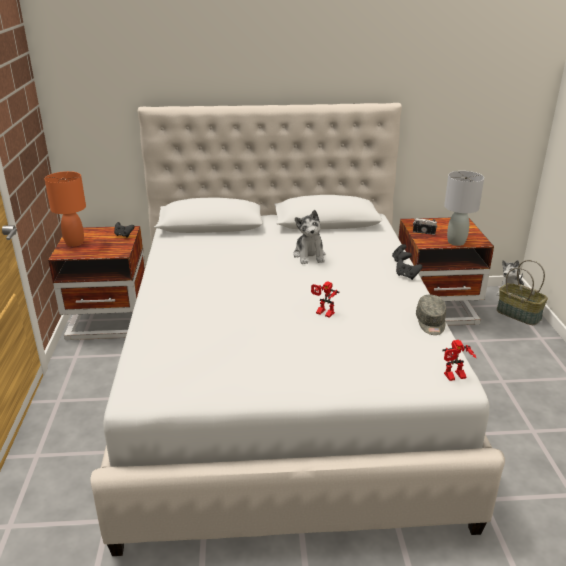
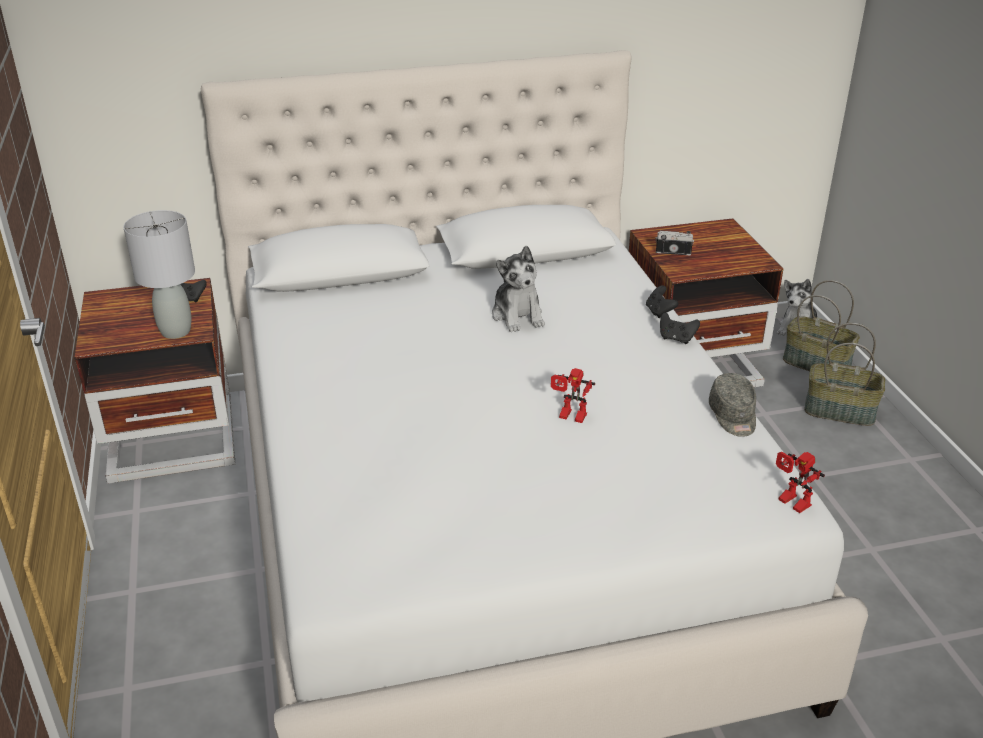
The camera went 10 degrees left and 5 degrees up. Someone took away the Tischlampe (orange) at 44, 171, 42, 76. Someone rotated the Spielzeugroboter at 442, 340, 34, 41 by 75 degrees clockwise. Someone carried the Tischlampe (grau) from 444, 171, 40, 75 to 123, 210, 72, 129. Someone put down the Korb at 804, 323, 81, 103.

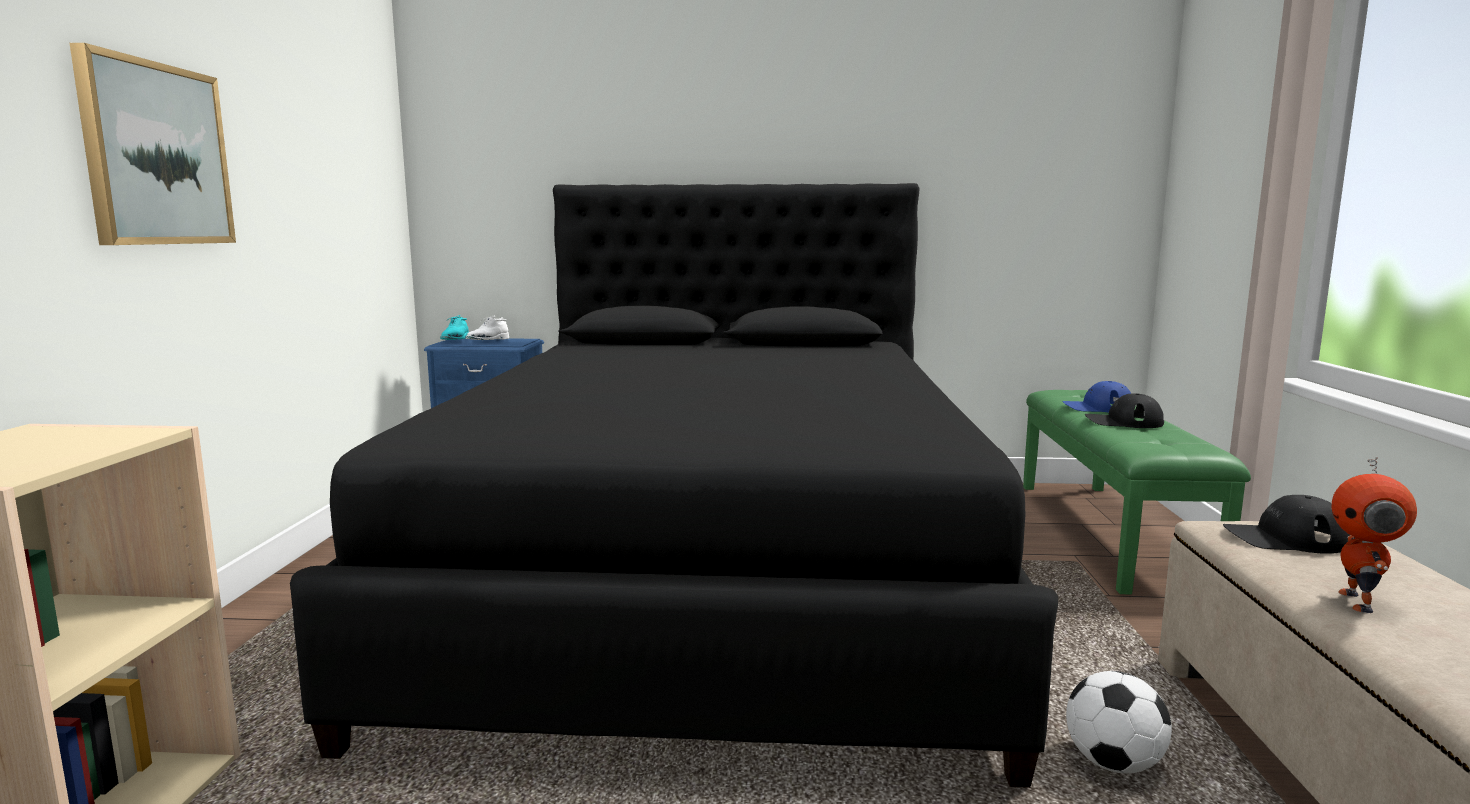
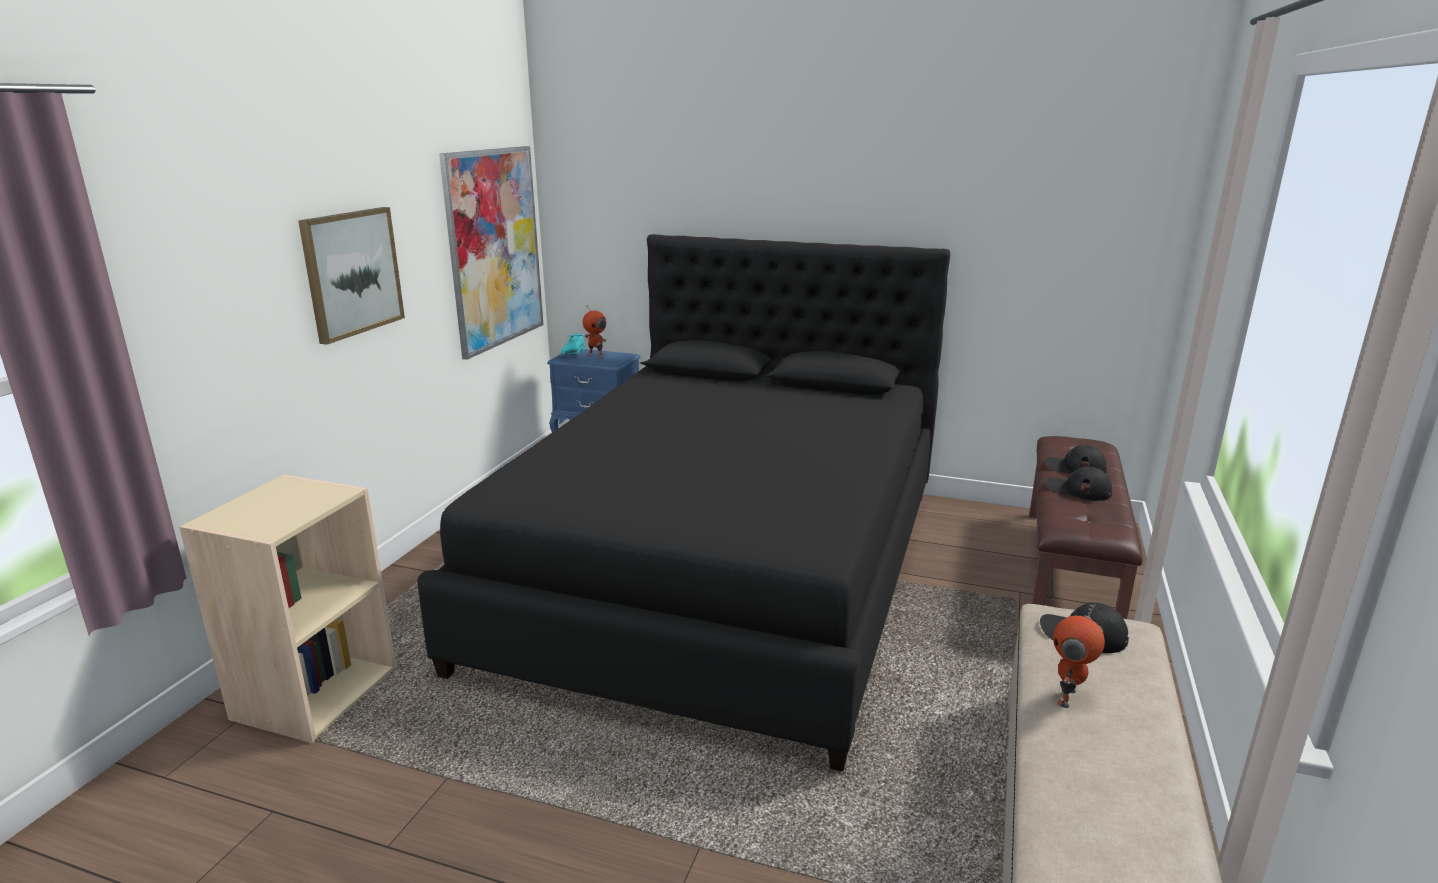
The camera went 15 degrees right and 10 degrees up. Someone swapped the Schuh (weiß) at 466, 315, 43, 25 for the Spielzeugroboter at 583, 305, 24, 53. Someone repainted the Bank (grün) at 1023, 390, 228, 205, which became the Bank (braun) at 1029, 436, 114, 183. Someone repainted the Kappe (blau) at 1062, 381, 69, 31, which became the Kappe (schwarz) at 1045, 445, 62, 28. Someone took away the Fußball at 1066, 671, 106, 103. Someone put up the Bild at 439, 146, 104, 214.

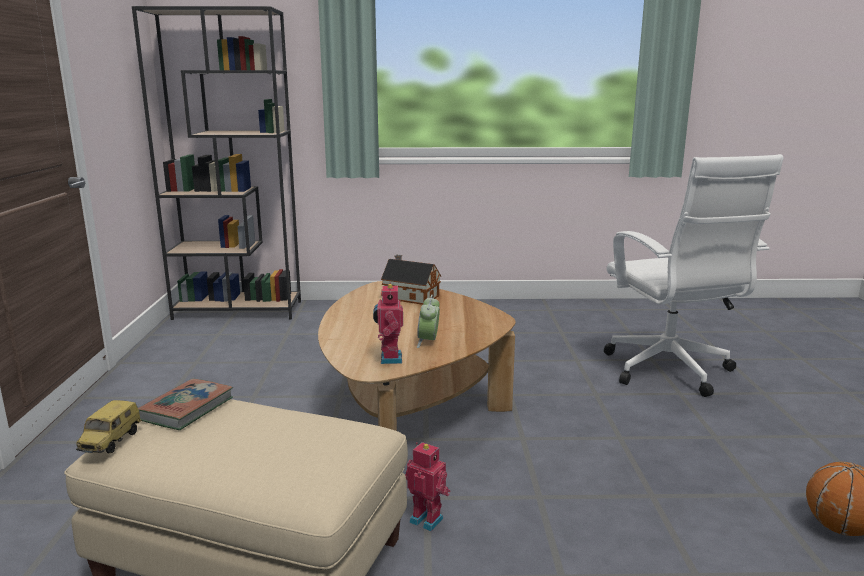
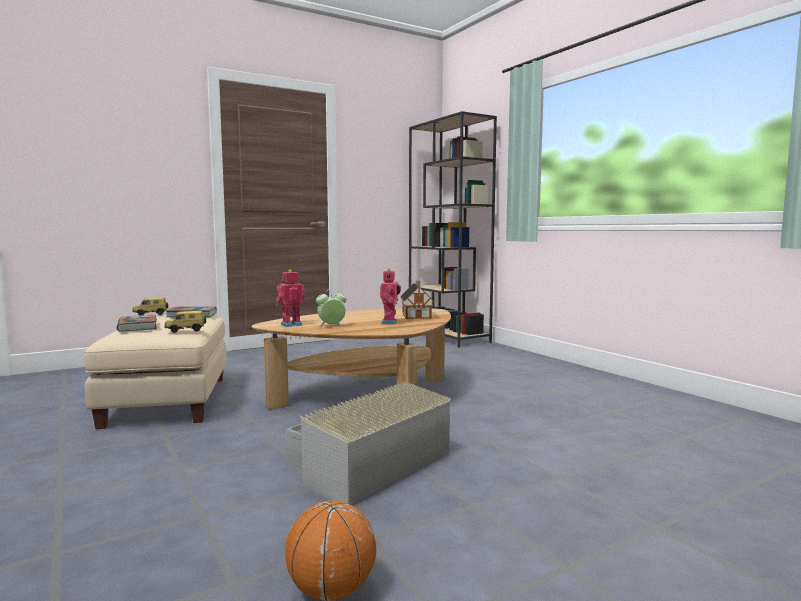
The camera went 60 degrees right and 10 degrees down. Someone carried the Spielzeugroboter from 405, 442, 45, 89 to 380, 268, 21, 56. Someone took away the Bürostuhl (weiß) at 604, 154, 180, 243. Someone put down the Buch at 117, 315, 40, 17. Someone put down the Spielzeugauto at 164, 311, 42, 22. Someone put down the Aufbewahrungsbox (grau) at 285, 381, 166, 124.

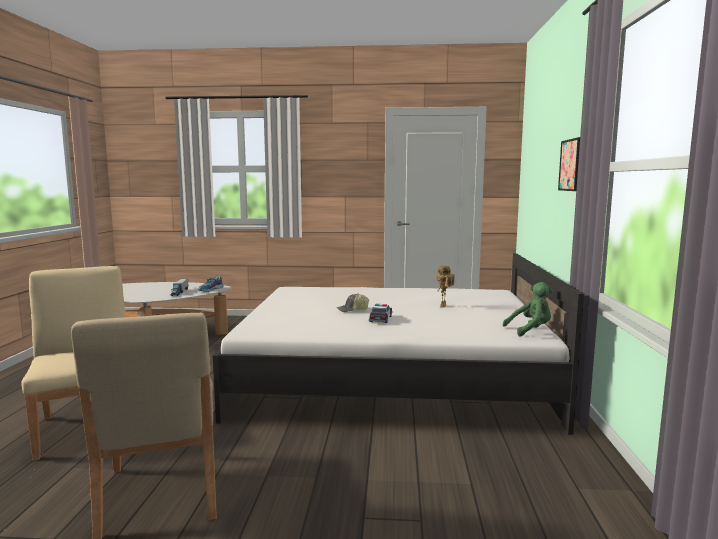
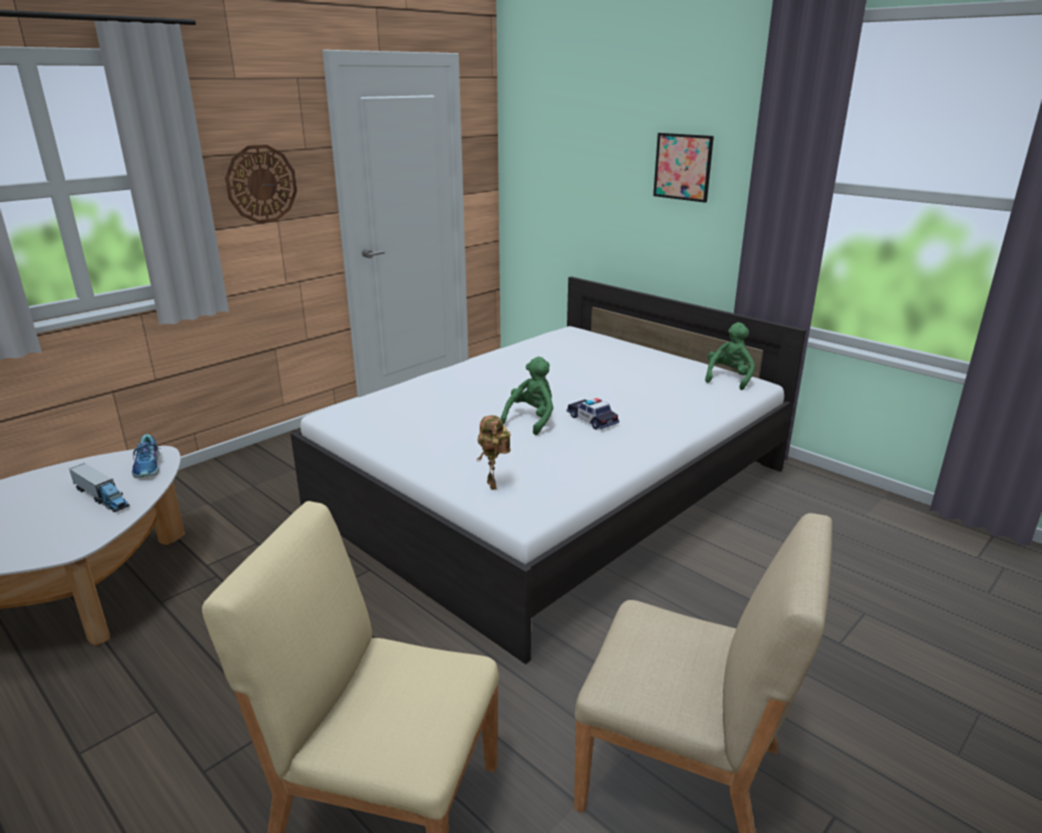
The camera went 50 degrees left and 15 degrees up. Someone swapped the Kappe at 337, 293, 32, 19 for the Plüschtier (grün) at 500, 357, 53, 78. Someone carried the Spielzeugroboter from 437, 266, 18, 42 to 477, 415, 34, 75. Someone put up the Wanduhr at 225, 145, 72, 79.

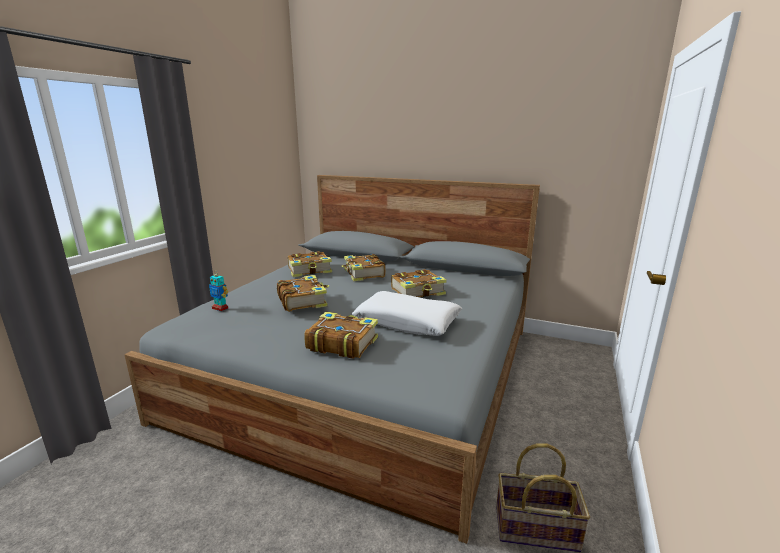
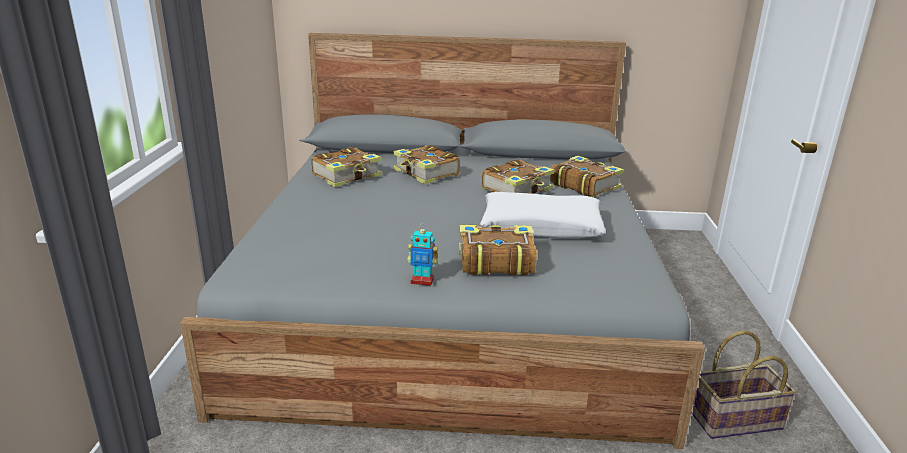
The camera went 20 degrees left and 5 degrees up. Someone carried the Spielzeugroboter from 209, 272, 19, 39 to 407, 224, 31, 62. Someone carried the Buch from 277, 275, 52, 37 to 550, 156, 74, 41.

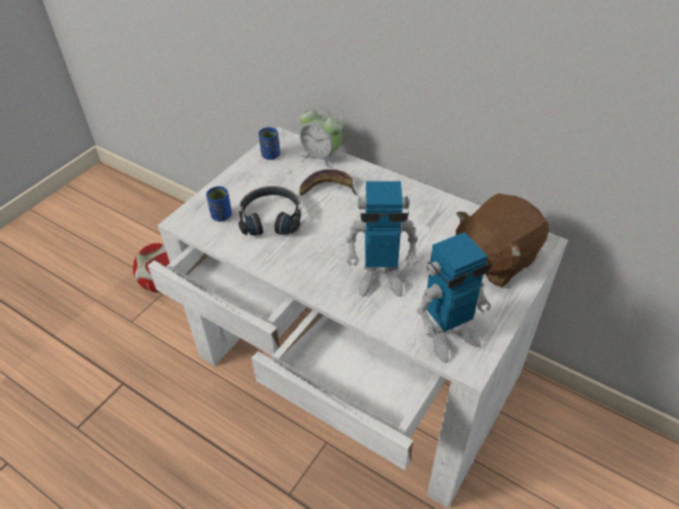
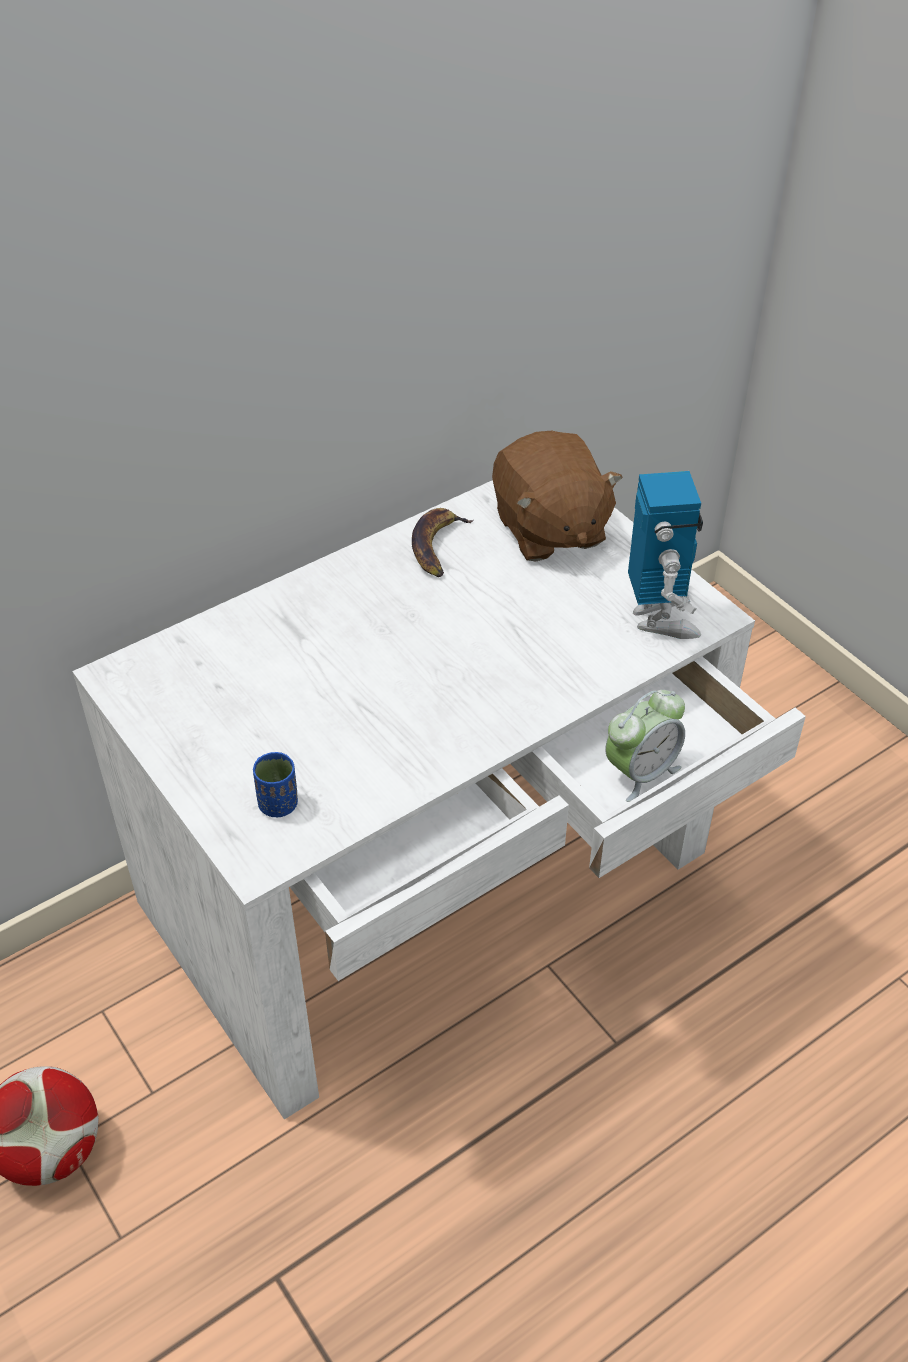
The camera went 70 degrees left and 0 degrees up. Someone took away the Kopfhörer (schwarz) at 238, 186, 63, 49. Someone took away the Tasse (blau) at 258, 127, 22, 33. Someone carried the Banane from 299, 169, 58, 27 to 412, 508, 62, 69. Someone carried the Wecker from 300, 106, 43, 62 to 605, 690, 80, 112. Someone took away the Spielzeugroboter at 346, 181, 72, 116.

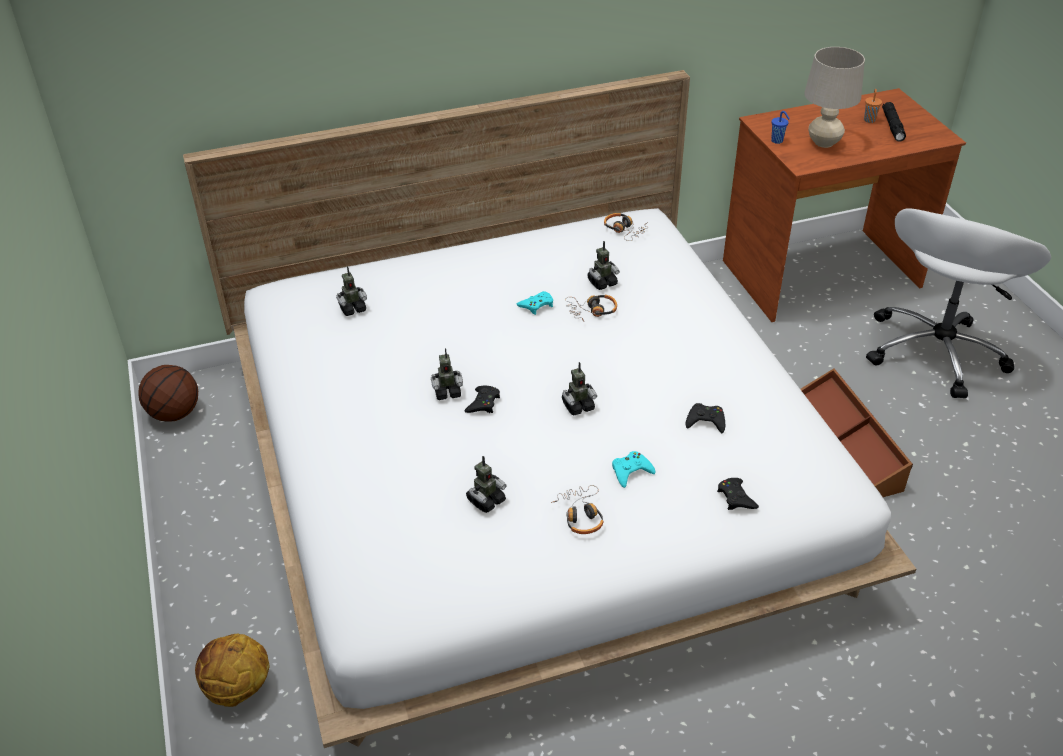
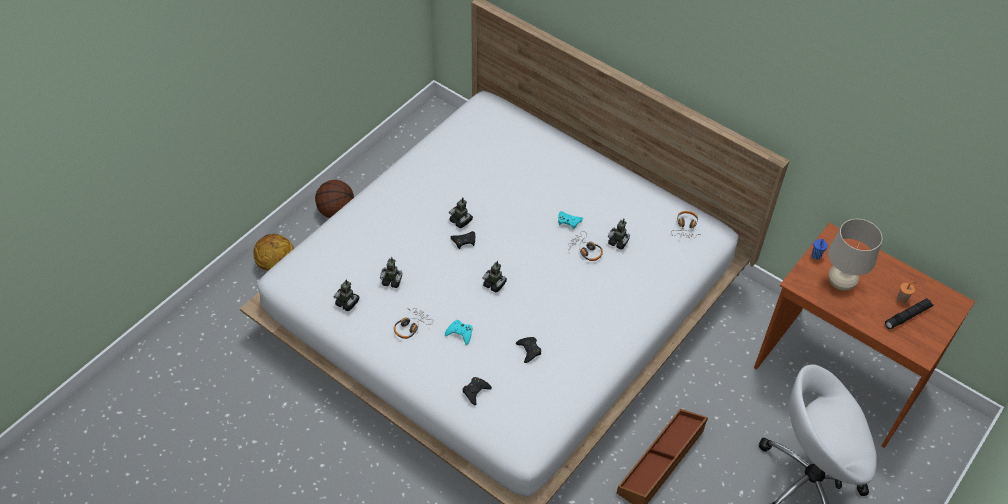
The camera went 55 degrees right and 10 degrees up. Someone carried the Basketball from 139, 365, 59, 57 to 315, 180, 39, 38. Someone carried the Spielzeugroboter from 336, 266, 31, 50 to 333, 279, 26, 32.

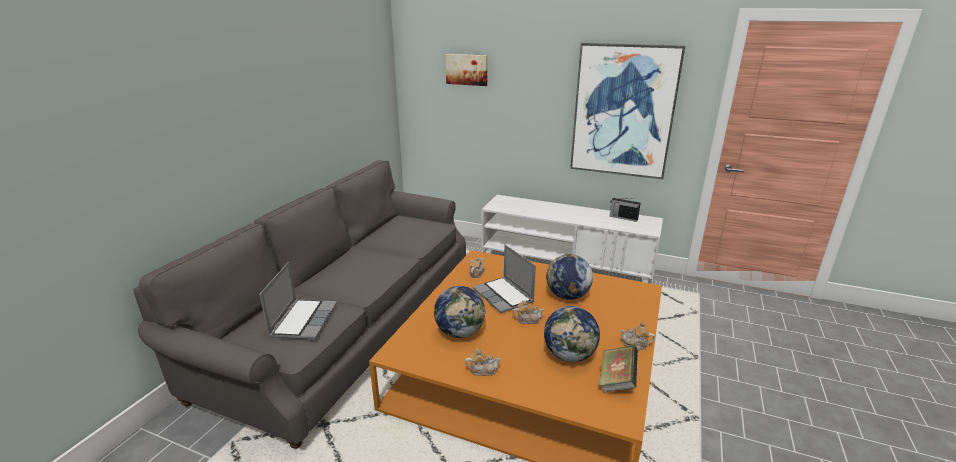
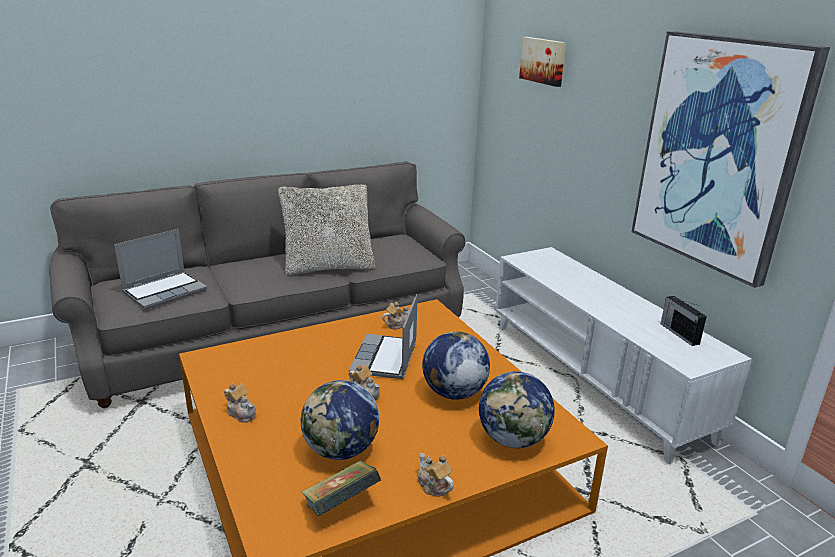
The camera went 40 degrees right and 0 degrees up. Someone carried the Globus from 434, 286, 51, 52 to 479, 371, 76, 77. Someone put down the Kissen (beige) at 278, 184, 97, 92.

